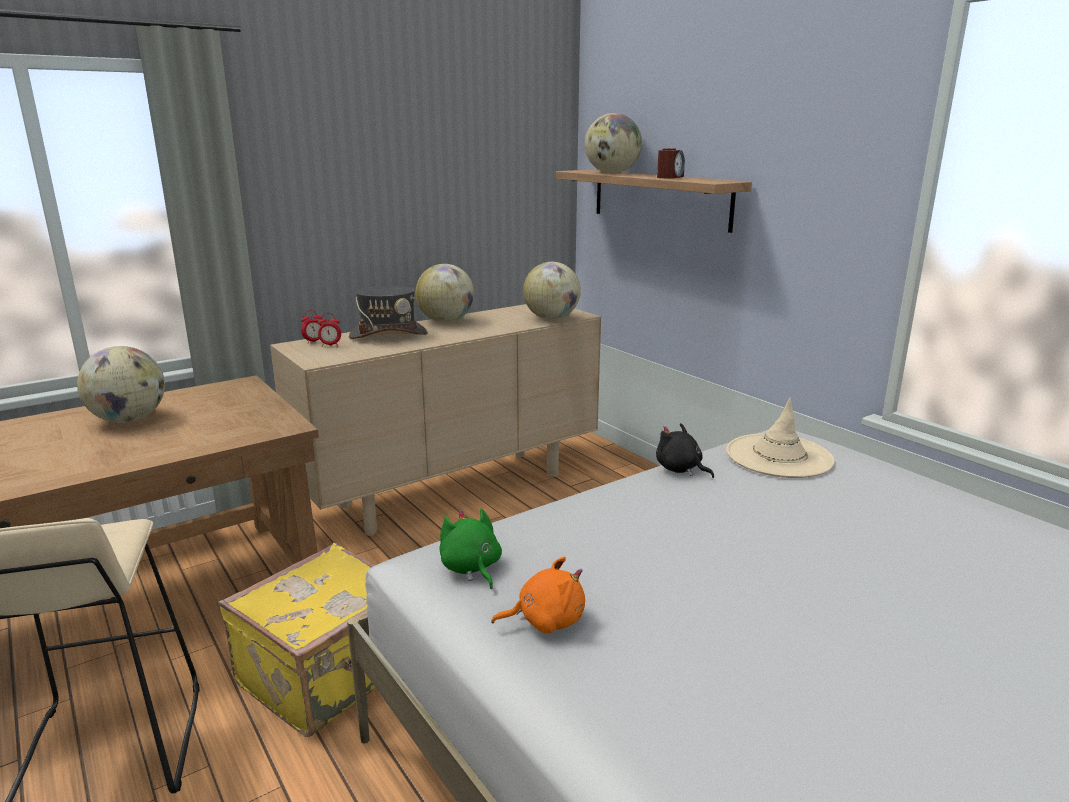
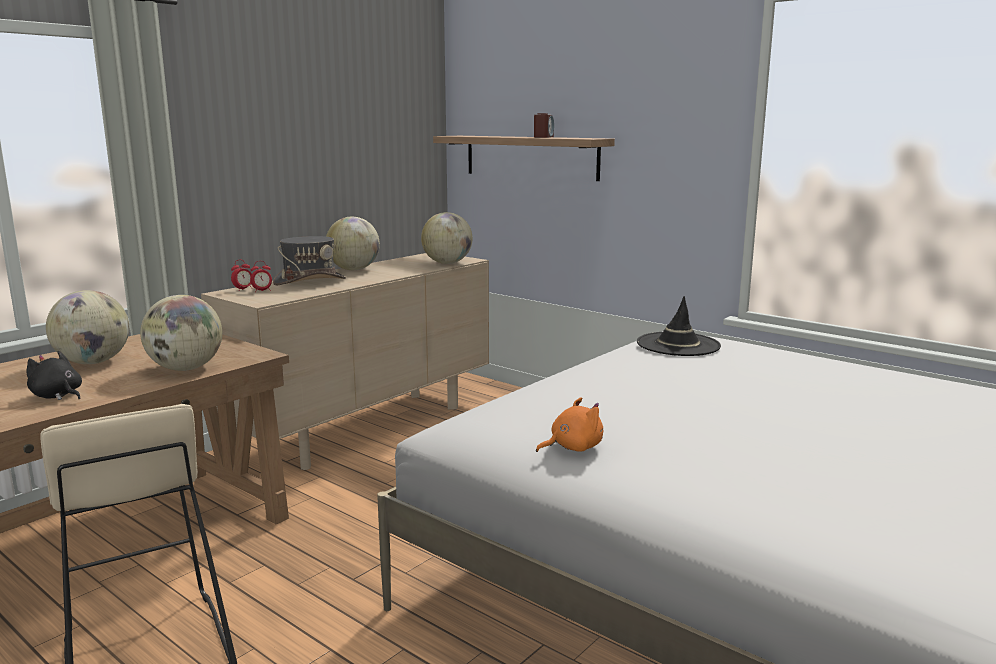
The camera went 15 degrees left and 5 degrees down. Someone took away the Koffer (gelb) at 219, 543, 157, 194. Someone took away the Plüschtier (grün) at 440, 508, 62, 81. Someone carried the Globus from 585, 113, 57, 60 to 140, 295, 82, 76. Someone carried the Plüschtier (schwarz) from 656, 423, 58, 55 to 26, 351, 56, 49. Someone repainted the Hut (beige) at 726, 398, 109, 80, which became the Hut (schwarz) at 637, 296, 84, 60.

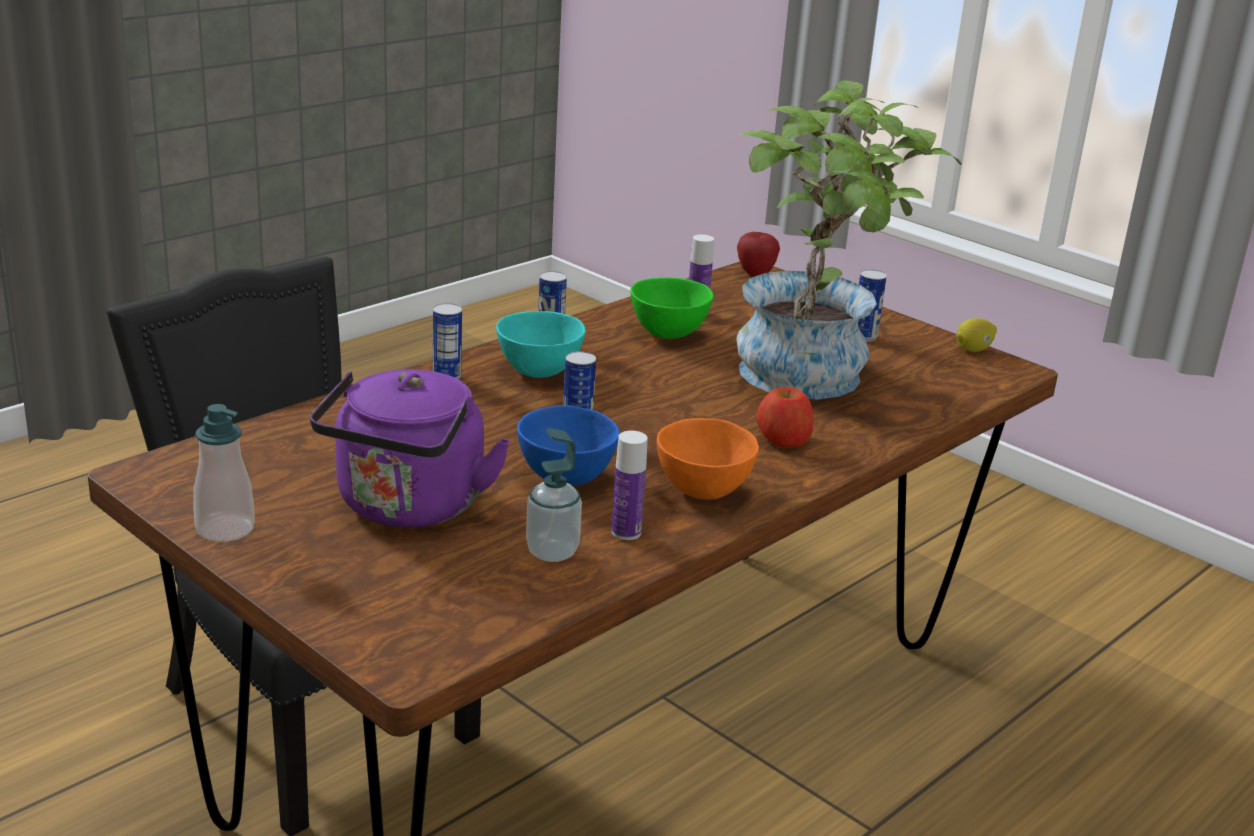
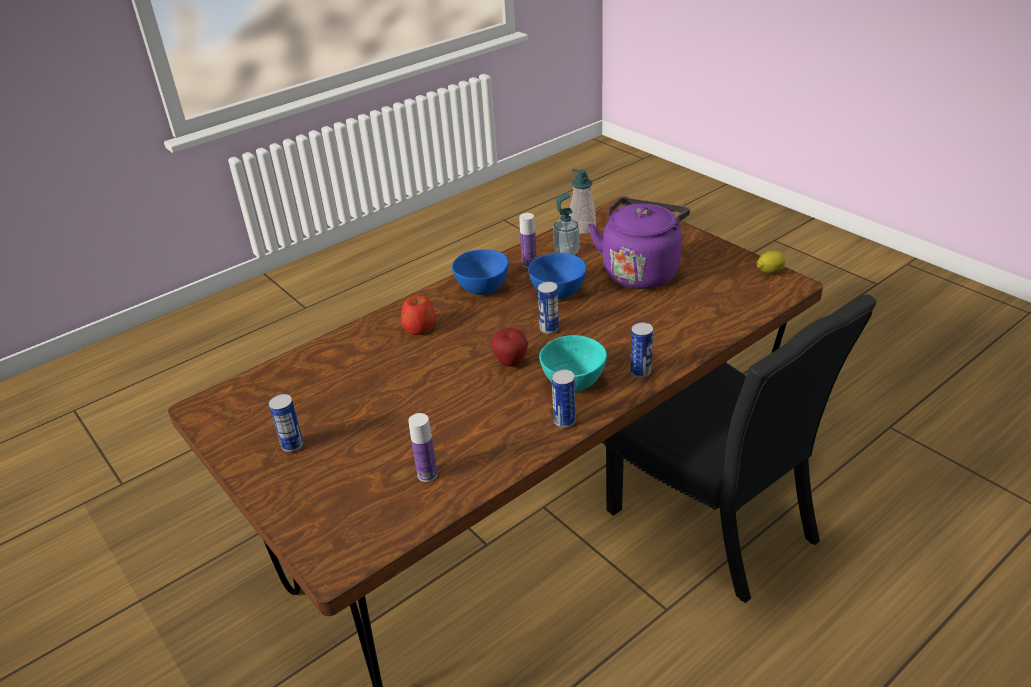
The camera went 170 degrees left and 10 degrees up. Someone carried the Seifenspender from 193, 404, 62, 138 to 569, 169, 27, 65. Someone took away the Schüssel (grün) at 630, 278, 84, 61. Someone repainted the Schüssel (orange) at 657, 418, 102, 82, which became the Schüssel (blau) at 452, 250, 57, 45. Someone took away the Topfpflanze at 737, 80, 225, 320. Someone carried the Apfel from 737, 232, 43, 44 to 491, 328, 37, 39. Someone carried the Zitrone from 956, 318, 41, 34 to 756, 250, 30, 24.

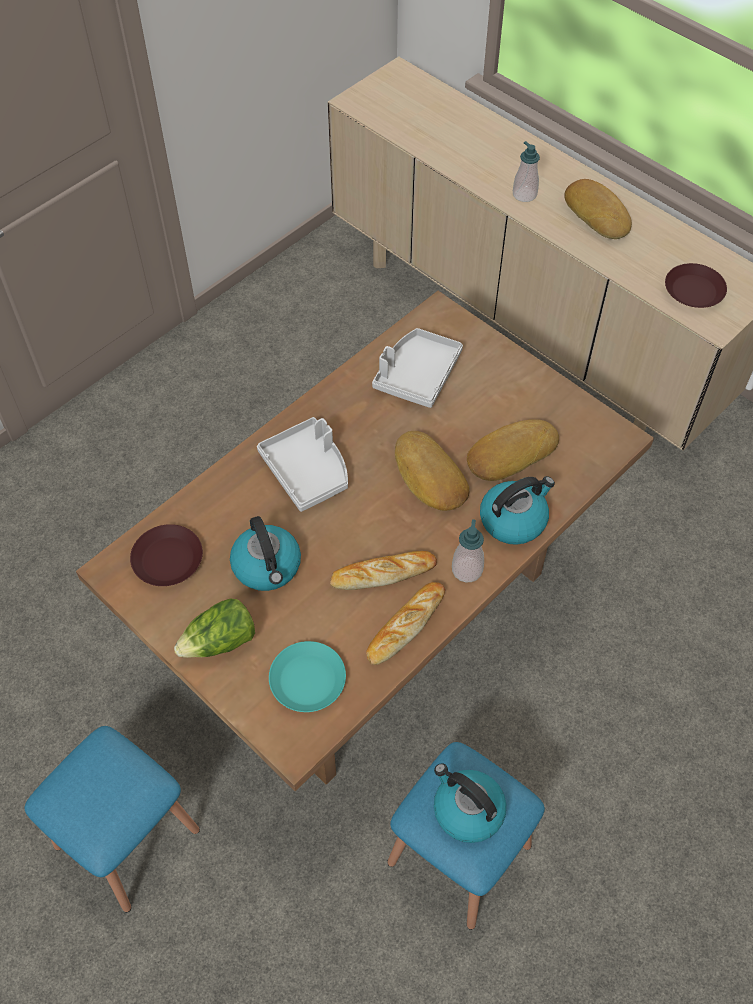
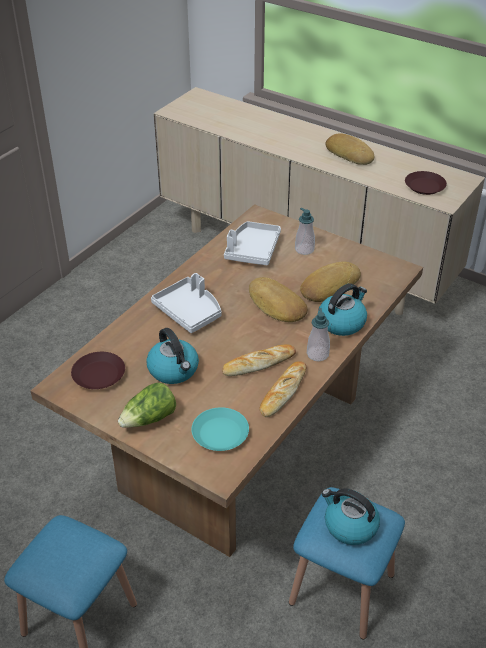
The camera went 10 degrees left and 15 degrees down. Someone carried the Seifenspender from 513, 141, 27, 61 to 295, 208, 20, 47.

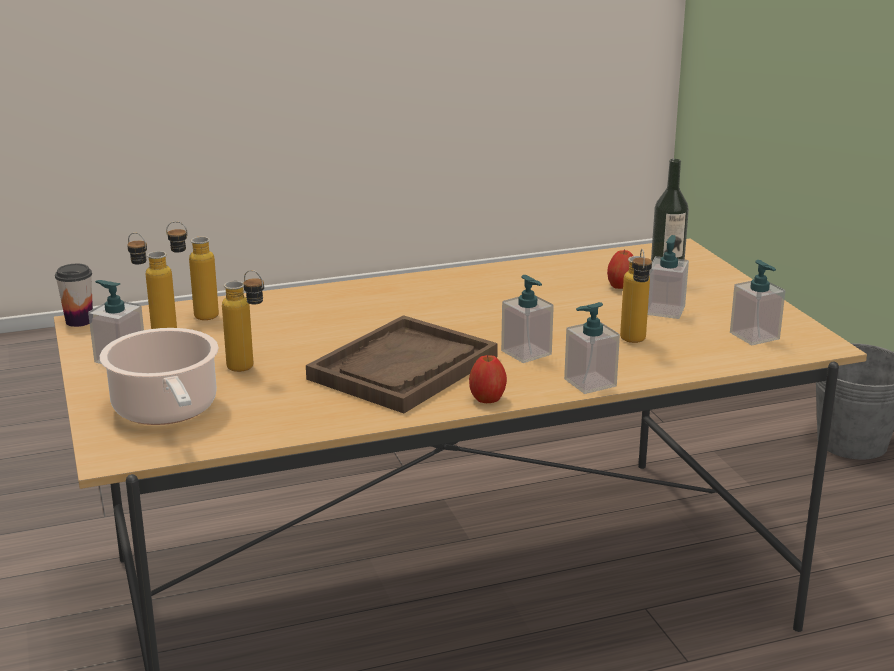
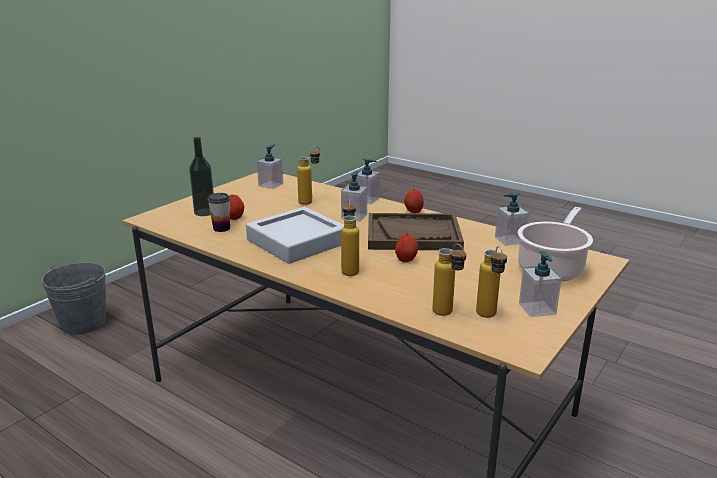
The camera went 125 degrees left and 0 degrees up. Someone carried the Tasse from 55, 264, 38, 63 to 208, 193, 22, 39. Someone carried the Flasche from 222, 270, 42, 102 to 341, 199, 18, 77. Someone carried the Seifenspender from 648, 235, 41, 84 to 495, 193, 34, 53. Someone put down the Tablett (grau) at 246, 207, 98, 57. Someone put down the Apfel at 395, 233, 23, 29.

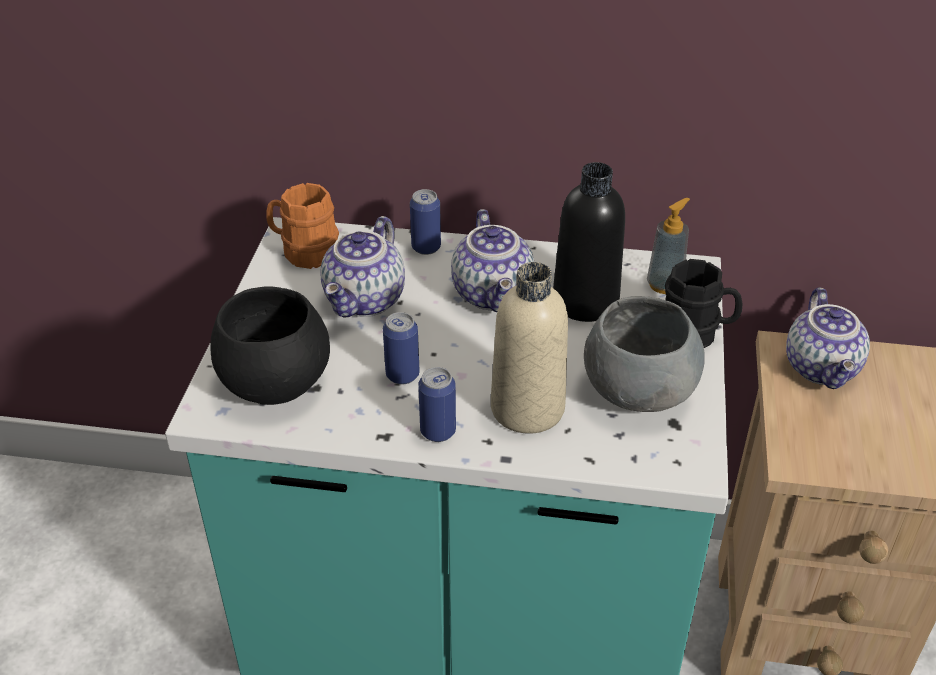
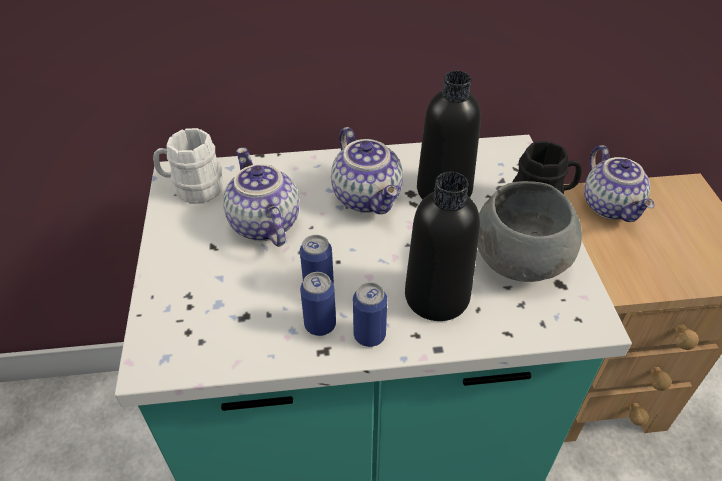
The camera went 15 degrees left and 5 degrees up. Someone took away the Schüssel (schwarz) at 210, 287, 120, 118. Someone repainted the Henkelbecher (orange) at 266, 183, 73, 86, which became the Henkelbecher (weiß) at 153, 128, 70, 76. Someone rotated the Teekanne at 320, 216, 85, 102 by 150 degrees clockwise. Someone carried the Dose from 410, 189, 31, 66 to 300, 272, 36, 64. Someone repainted the Flasche (beige) at 491, 262, 77, 172, which became the Flasche (schwarz) at 405, 172, 75, 149. Someone took away the Seifenspender at 647, 198, 43, 96.

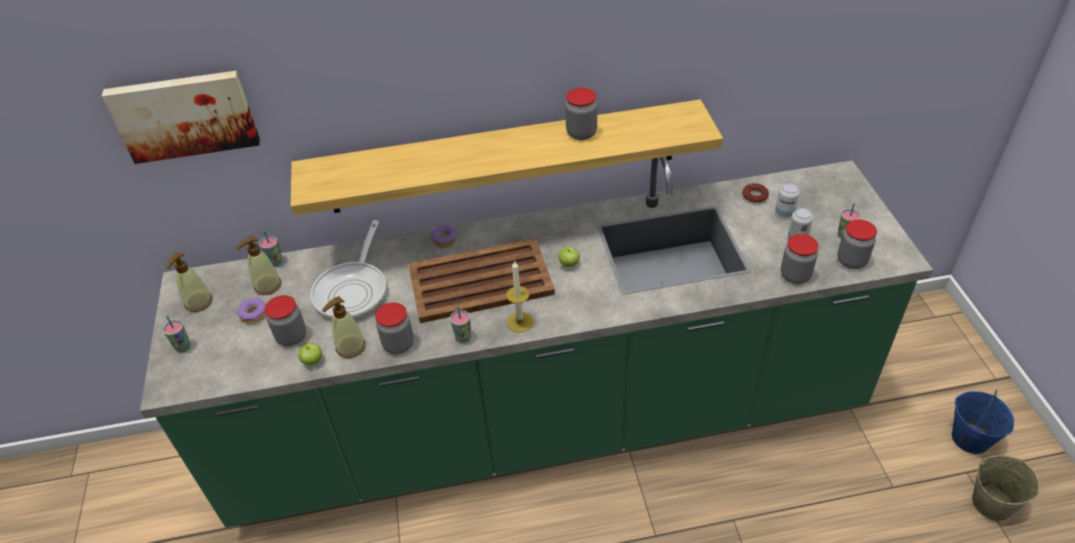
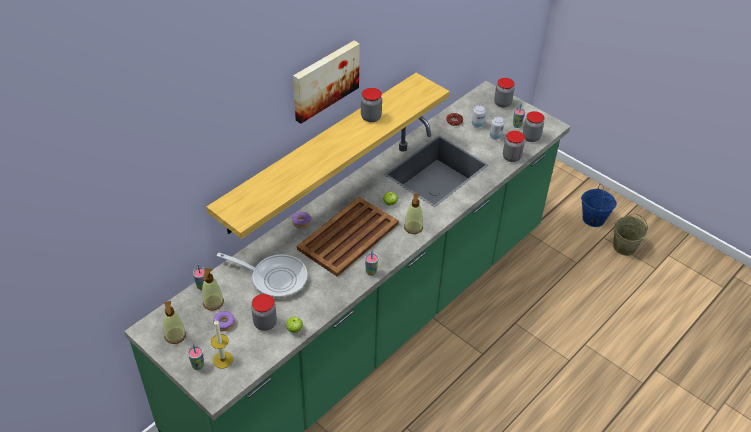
The camera went 40 degrees left and 0 degrees up. Someone carried the Bild from 102, 71, 158, 93 to 293, 41, 67, 83. Someone rotated the Pfanne at 310, 220, 76, 99 by 45 degrees counterclockwise. Someone carried the Seifenspender from 322, 296, 43, 62 to 404, 194, 19, 40. Someone carried the Vorratsglas from 375, 302, 39, 52 to 494, 78, 21, 30. Someone carried the Kerze from 506, 260, 28, 72 to 211, 320, 22, 48.

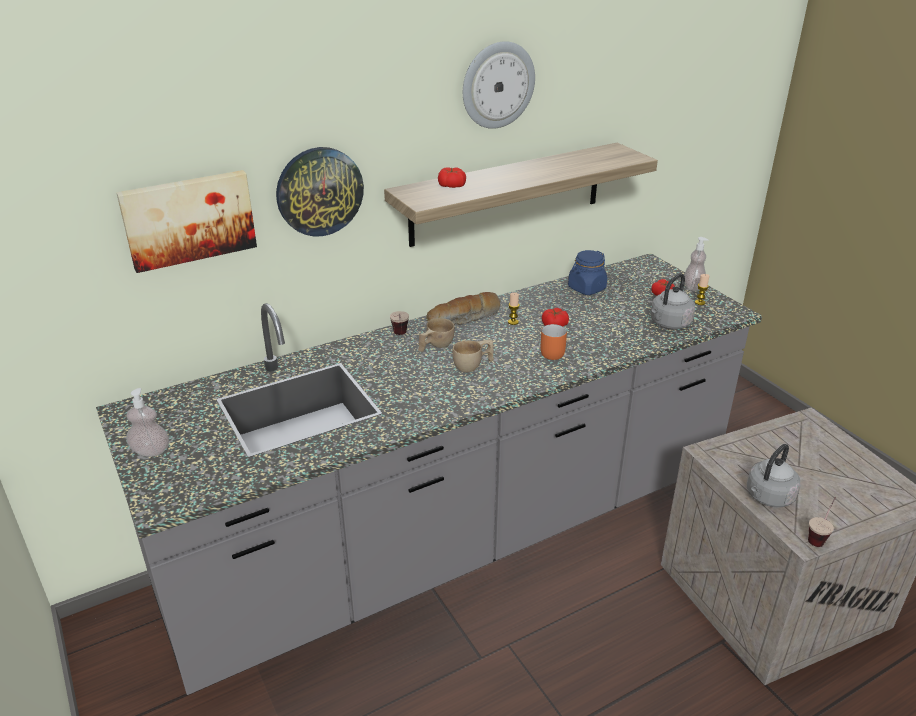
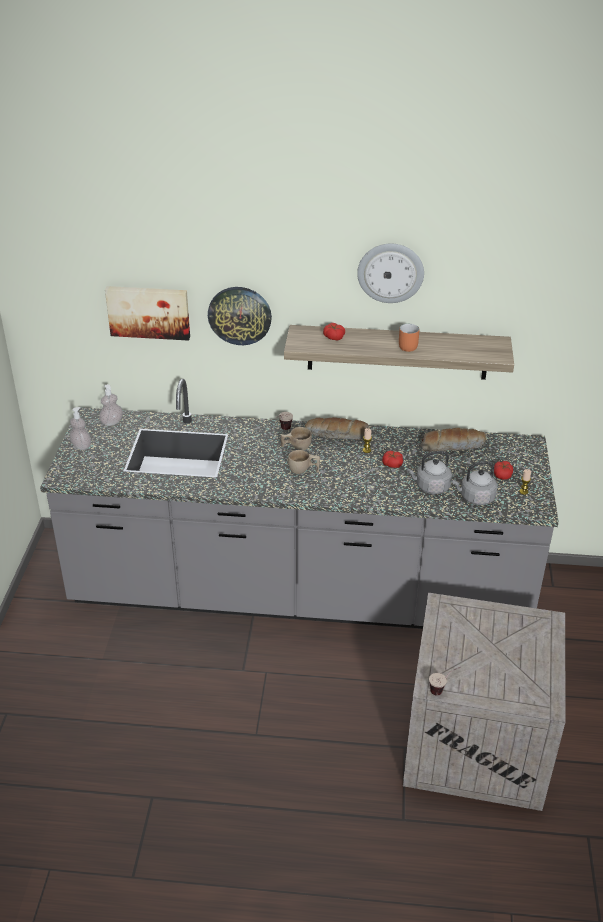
The camera went 35 degrees right and 5 degrees up. Someone carried the Henkelbecher (orange) from 541, 324, 26, 36 to 399, 324, 21, 28. Someone swapped the Vorratsglas (blau) at 568, 250, 39, 45 for the Brot at 421, 428, 65, 23. Someone carried the Seifenspender from 684, 237, 24, 54 to 99, 384, 24, 42. Someone carried the Wasserkessel (grau) from 747, 444, 53, 63 to 407, 451, 45, 43.

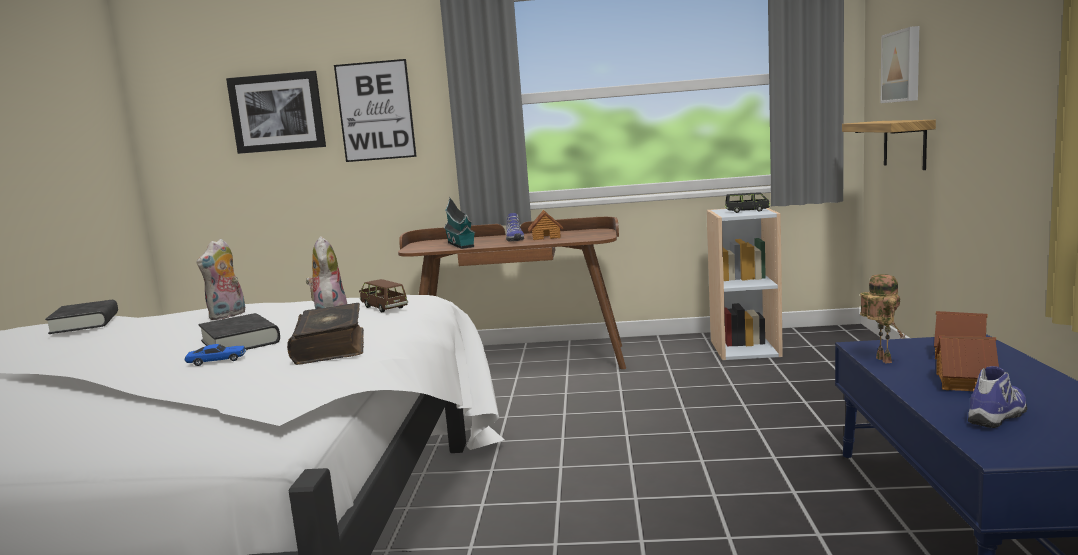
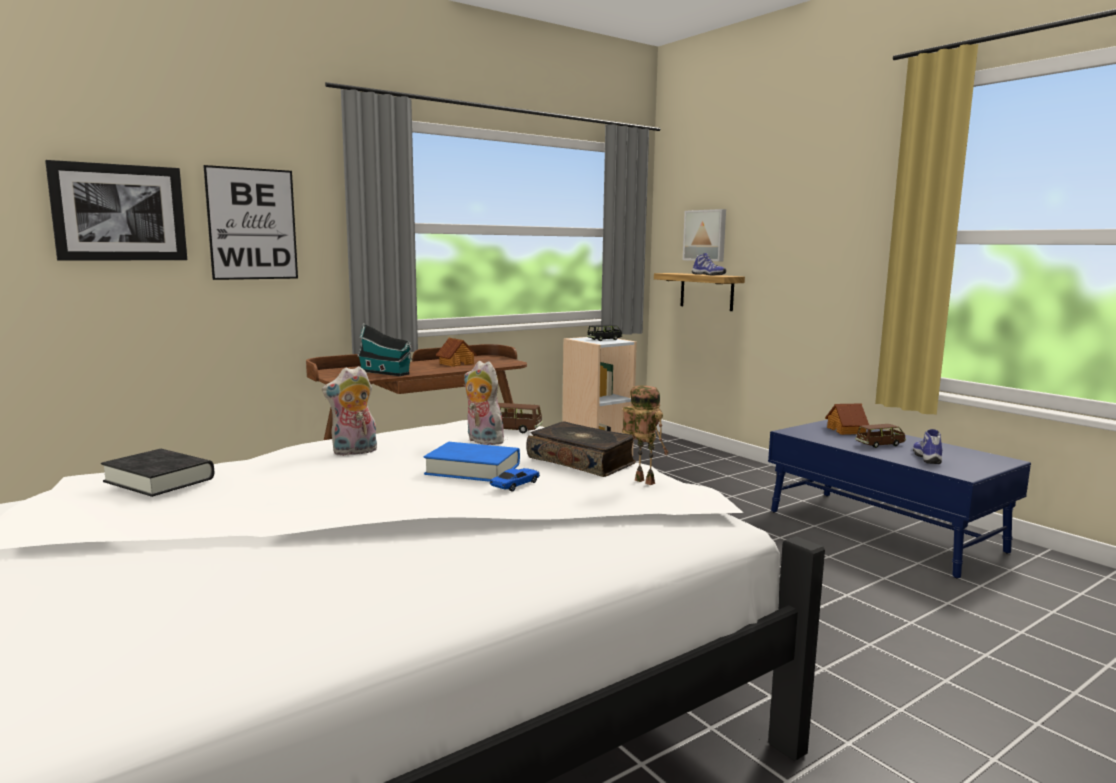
The camera went 40 degrees left and 0 degrees up. Someone rotated the Plüschtier at 197, 239, 48, 81 by 75 degrees clockwise. Someone repainted the Buch (schwarz) at 199, 313, 81, 37, which became the Buch (blau) at 424, 442, 96, 40. Someone carried the Schuh from 506, 213, 18, 28 to 692, 253, 34, 22. Someone carried the Spielzeugroboter from 860, 274, 45, 89 to 622, 385, 46, 100. Someone swapped the Spielzeughaus at 935, 336, 64, 55 for the Spielzeugauto (braun) at 855, 424, 51, 24.

